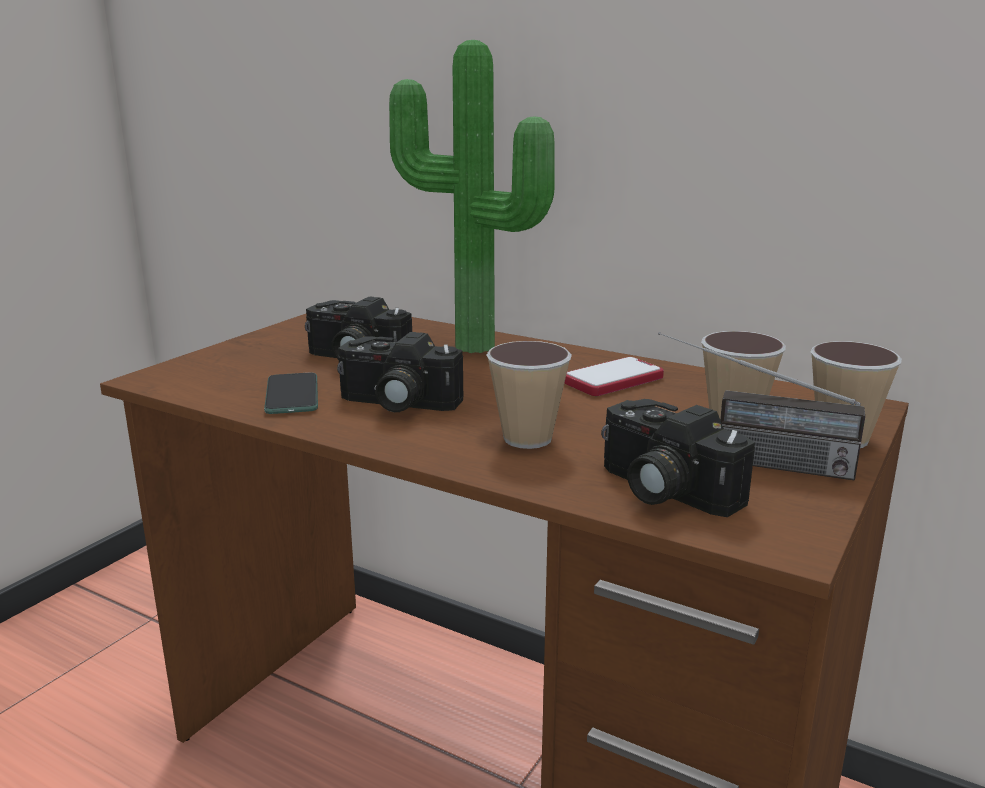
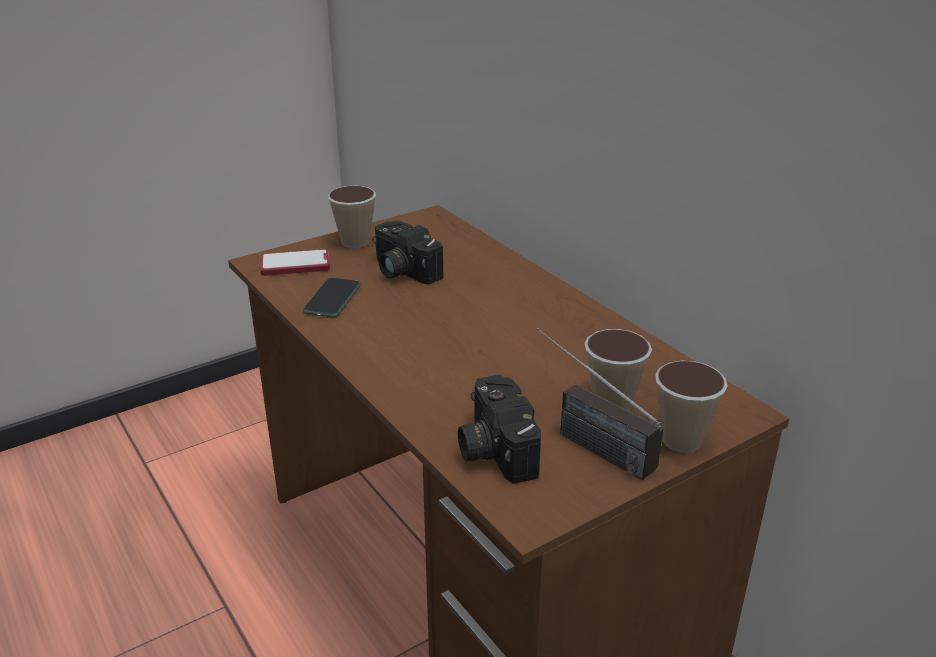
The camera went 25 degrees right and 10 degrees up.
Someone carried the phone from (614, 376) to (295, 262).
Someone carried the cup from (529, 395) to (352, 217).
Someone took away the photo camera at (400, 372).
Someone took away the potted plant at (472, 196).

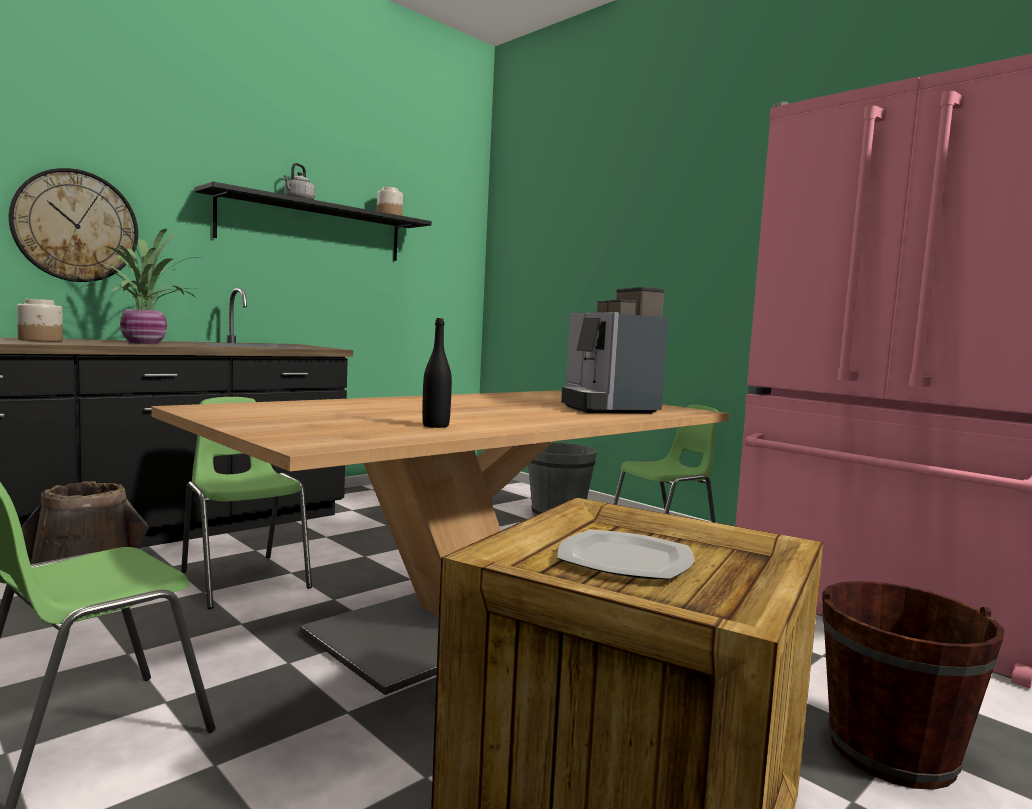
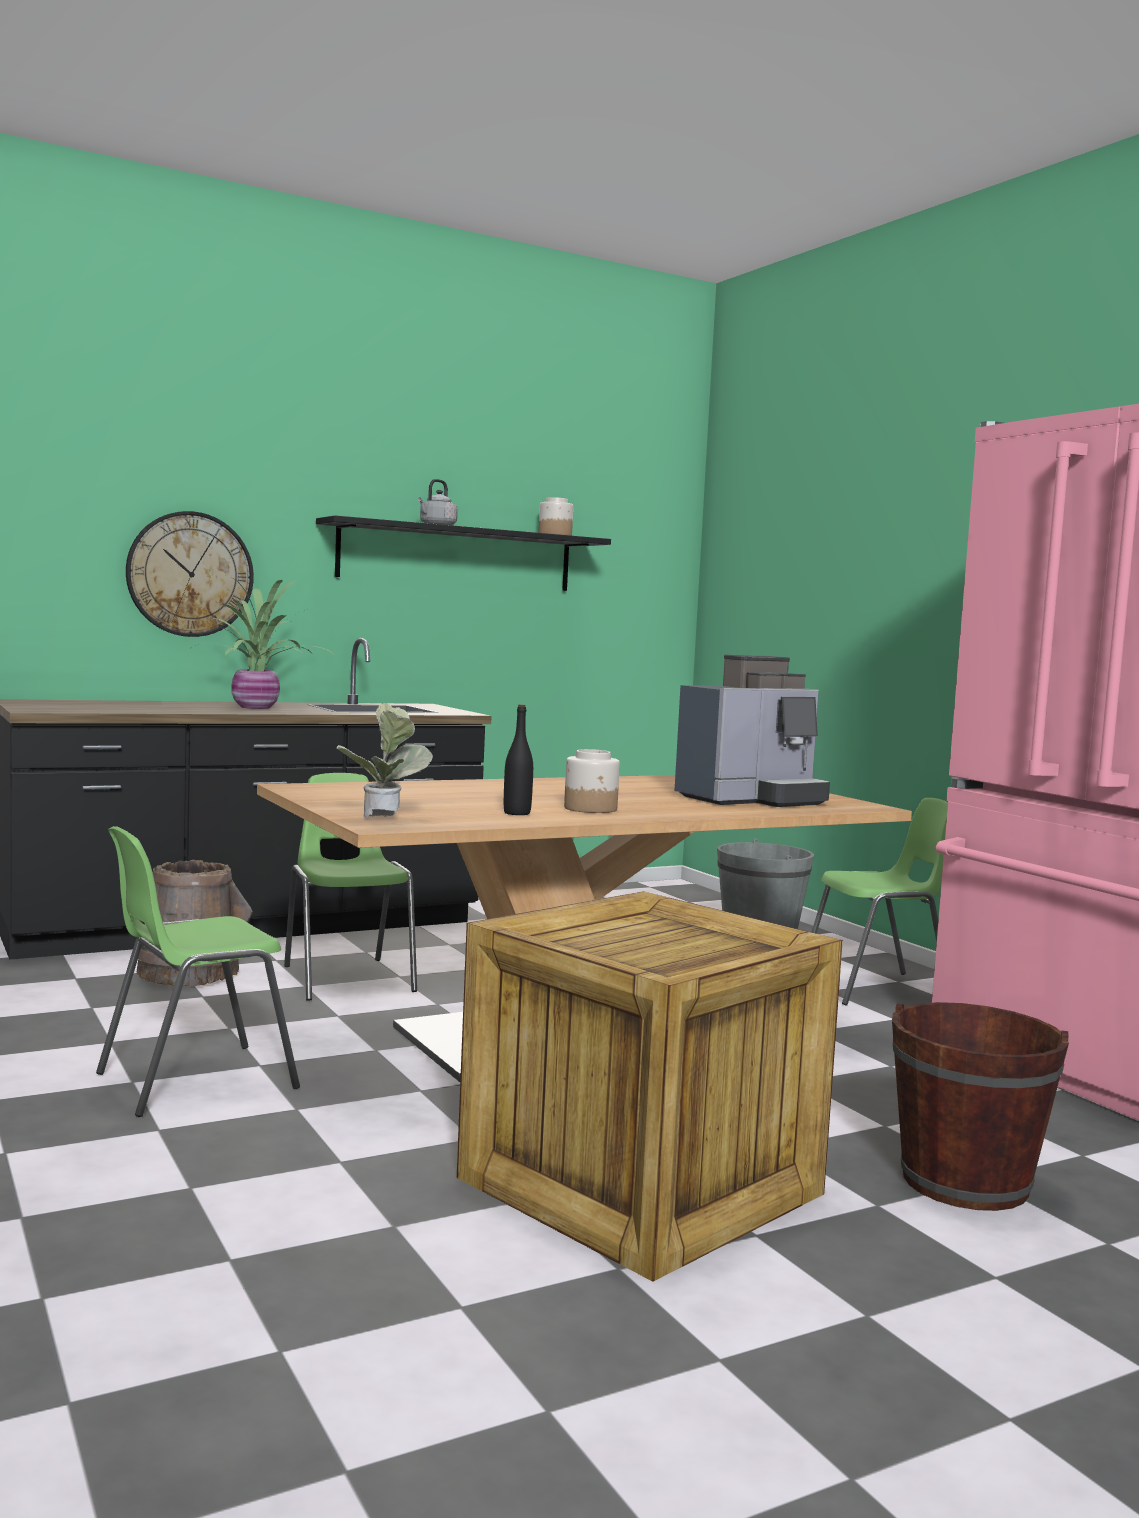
The camera went 15 degrees right and 0 degrees up.
Someone put down the potted plant at (384, 760).
Someone carried the jar from (40, 320) to (592, 781).
Someone rotated the coffee machine at (614, 350) by 120 degrees counterclockwise.
Someone took away the plate at (625, 555).

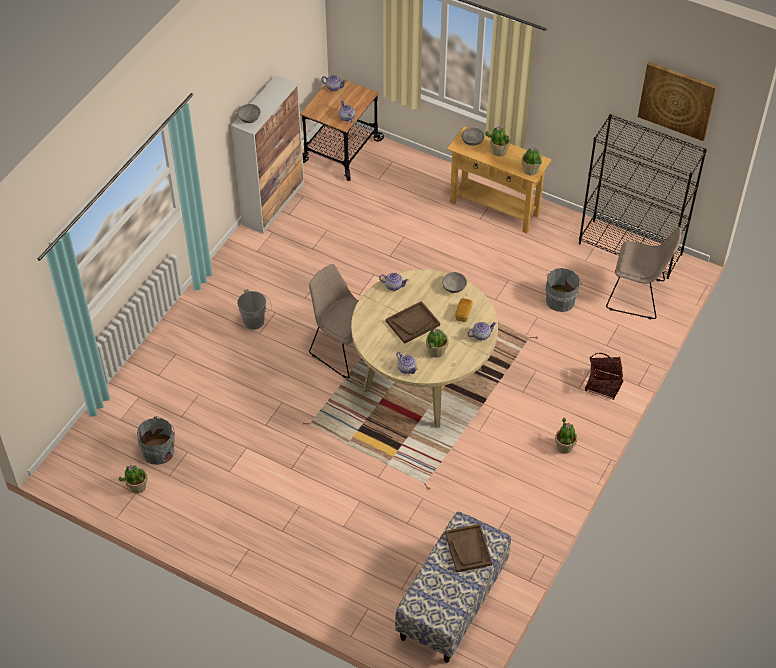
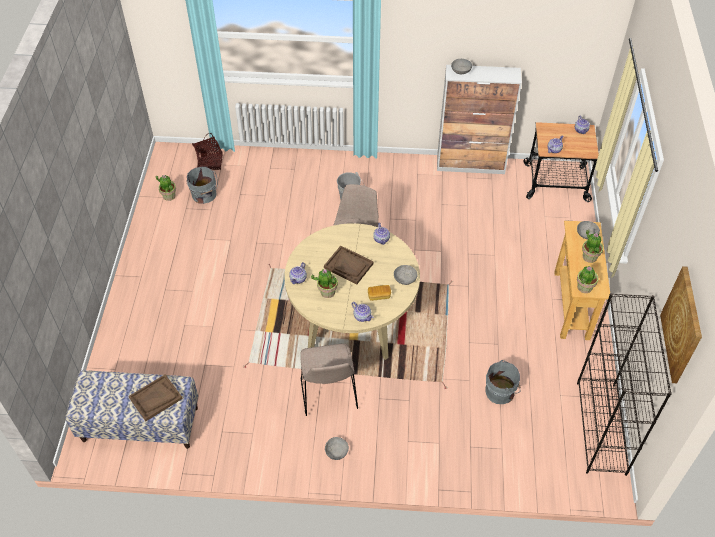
The camera went 65 degrees right and 0 degrees up.
Someone carried the basket from (604, 376) to (207, 151).
Someone carried the beige chair from (644, 273) to (329, 379).
Someone swapped the potted plant at (566, 436) for the grey bowl at (337, 448).

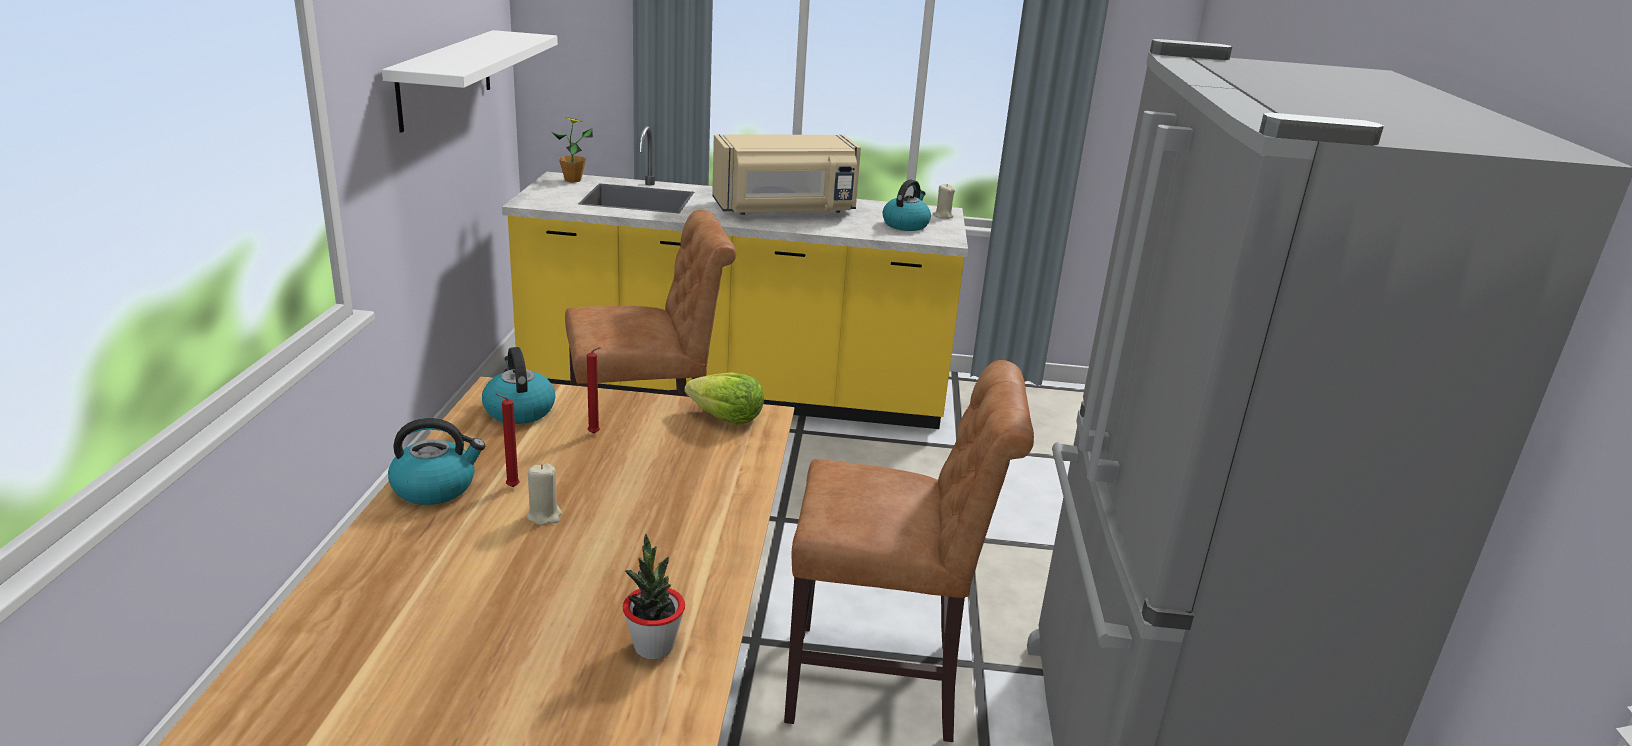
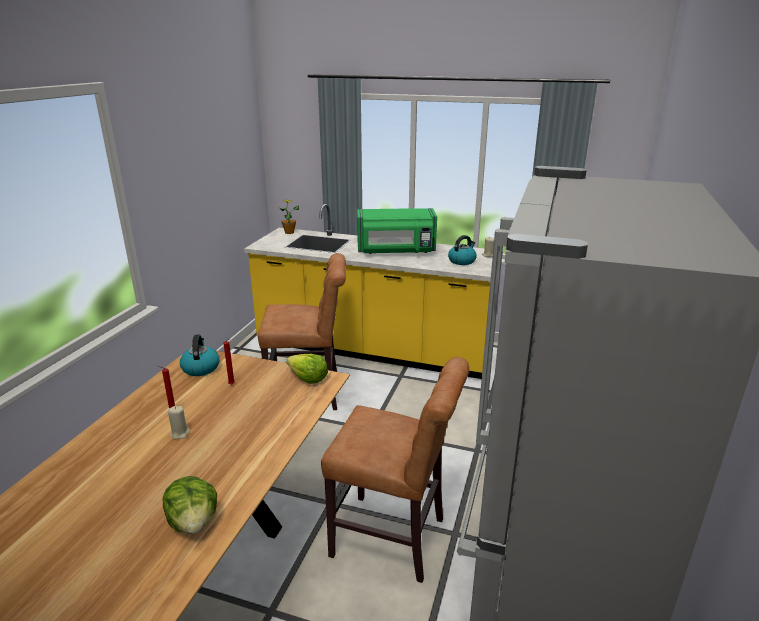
The camera went 15 degrees right and 0 degrees up.
Someone swapped the potted plant at (654, 596) for the lettuce at (190, 505).
Someone repainted the beige microwave at (786, 175), which became the green microwave at (397, 231).
Someone took away the white shelf at (470, 81).
Someone took away the kettle at (436, 461).

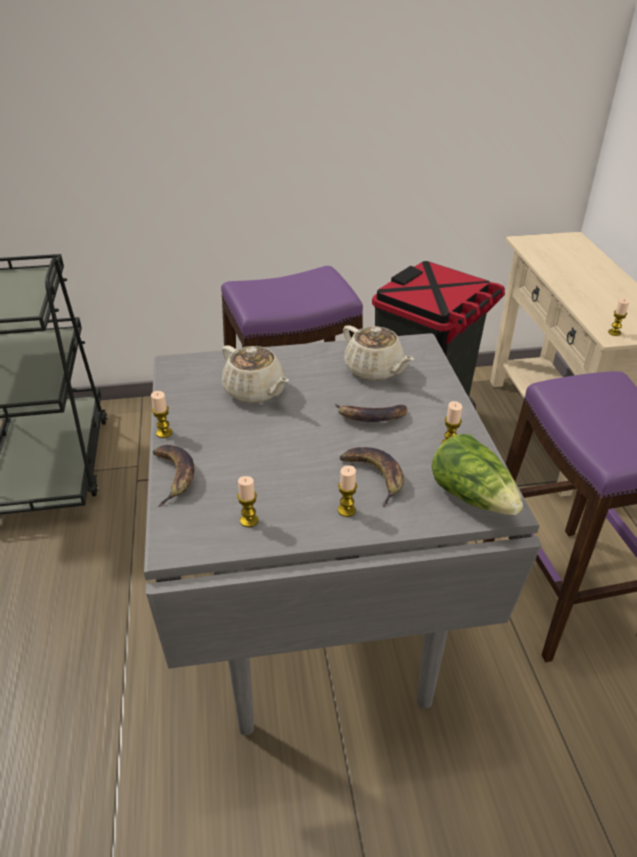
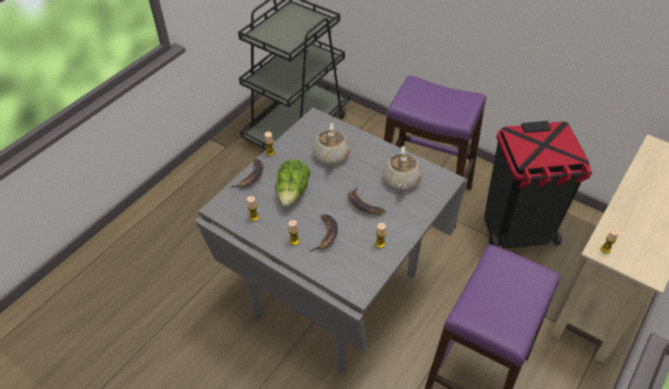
The camera went 45 degrees right and 10 degrees up.
Someone carried the lettuce from (477, 474) to (293, 183).

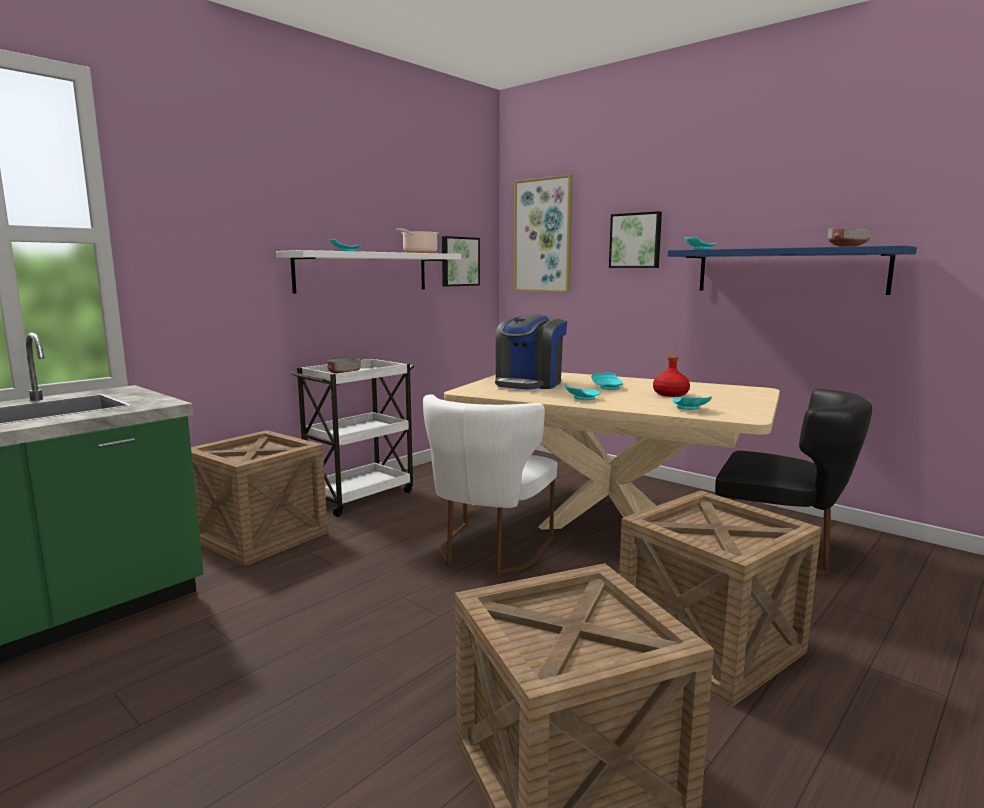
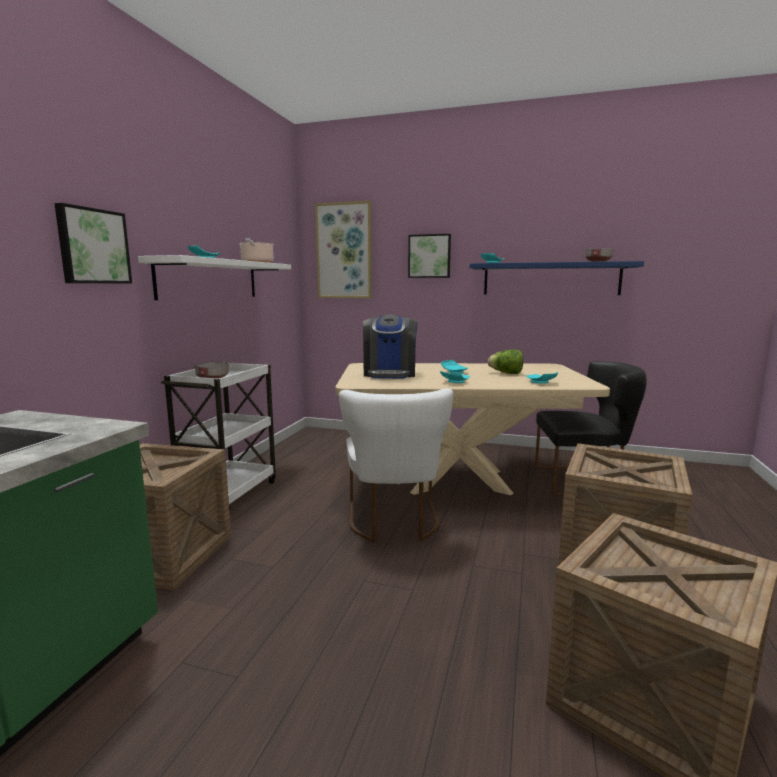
The camera went 25 degrees left and 0 degrees up.
Someone carried the picture from (461, 261) to (93, 243).
Someone swapped the red bottle at (671, 376) for the lettuce at (505, 361).

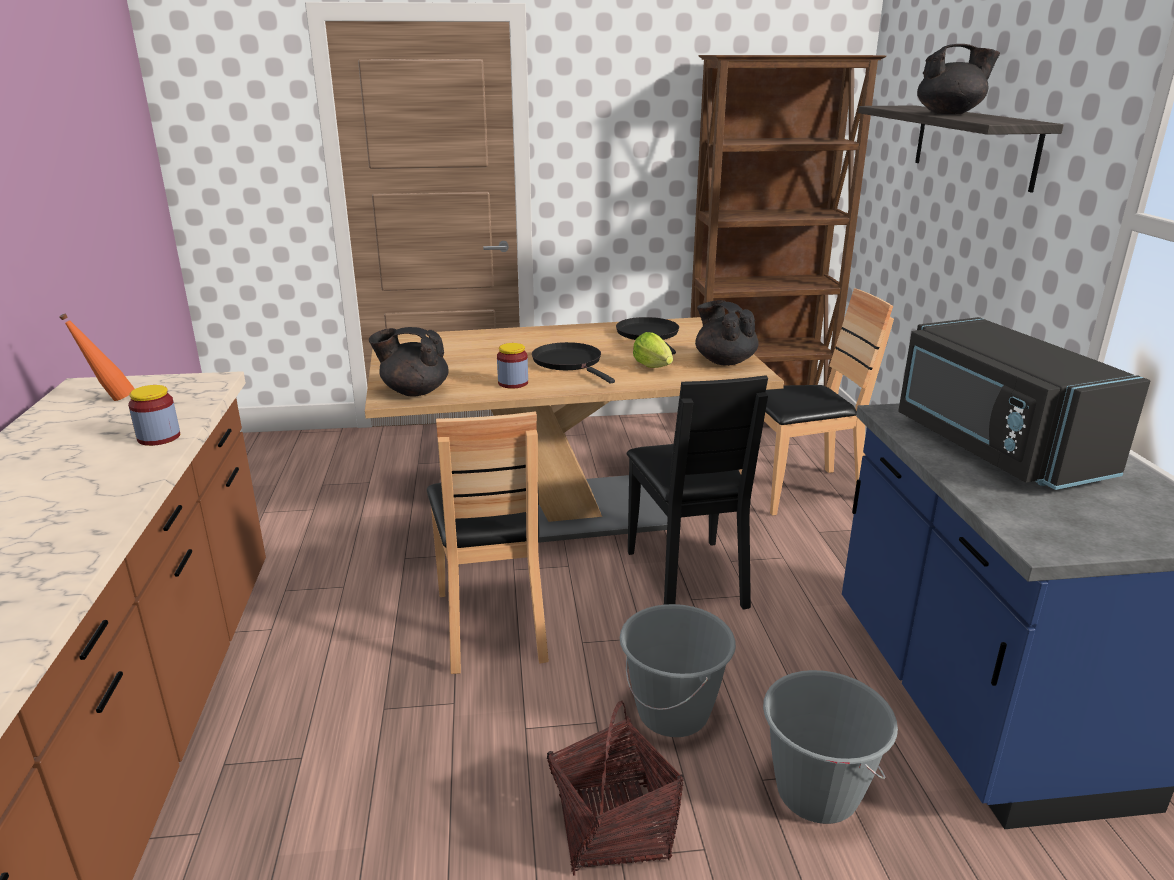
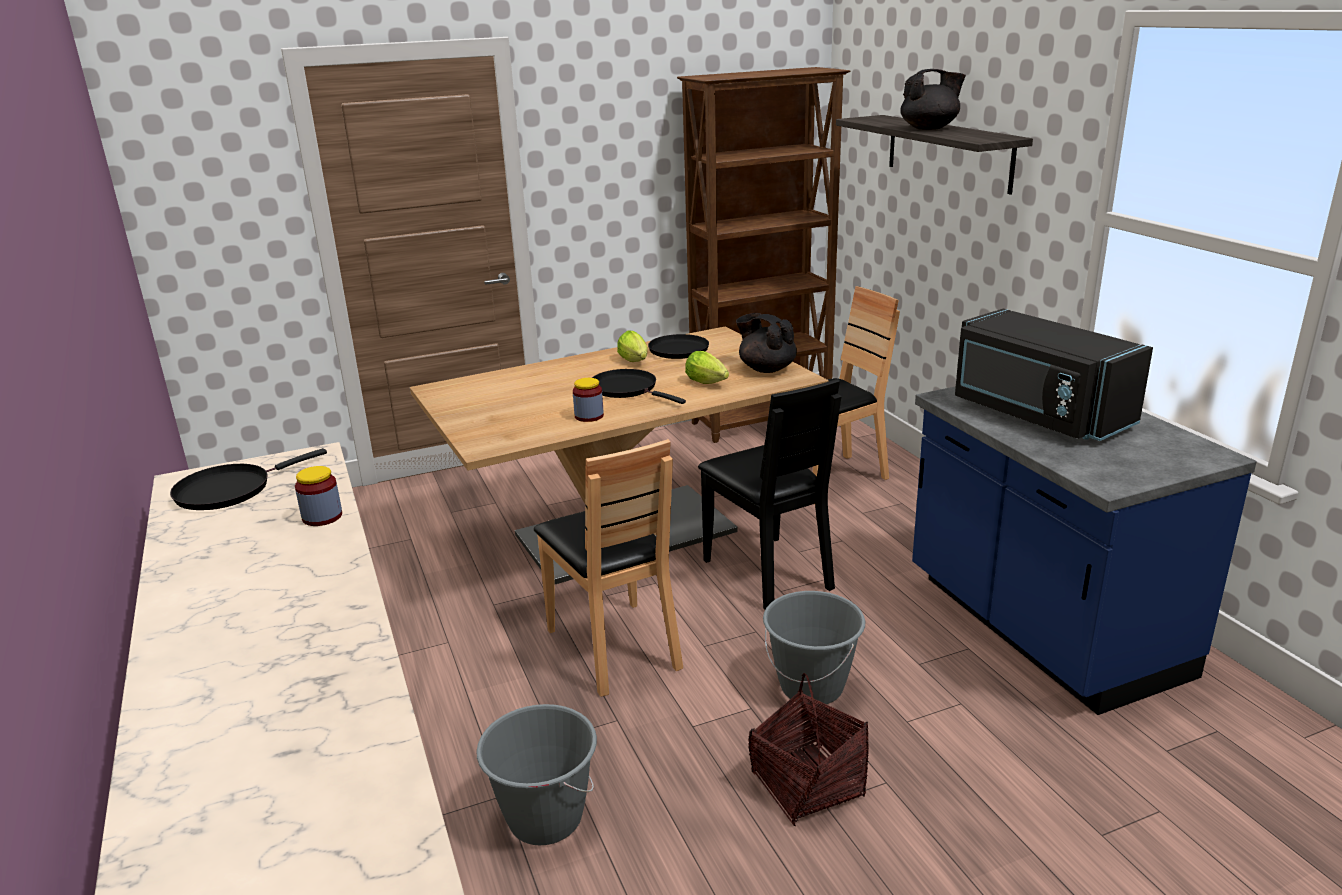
The camera went 15 degrees left and 0 degrees up.
Someone swapped the orange bottle at (97, 357) for the black frying pan at (248, 479).
Someone carried the grey bucket from (830, 747) to (536, 774).
Someone put down the lettuce at (632, 346).
Someone took away the black teapot at (409, 362).

